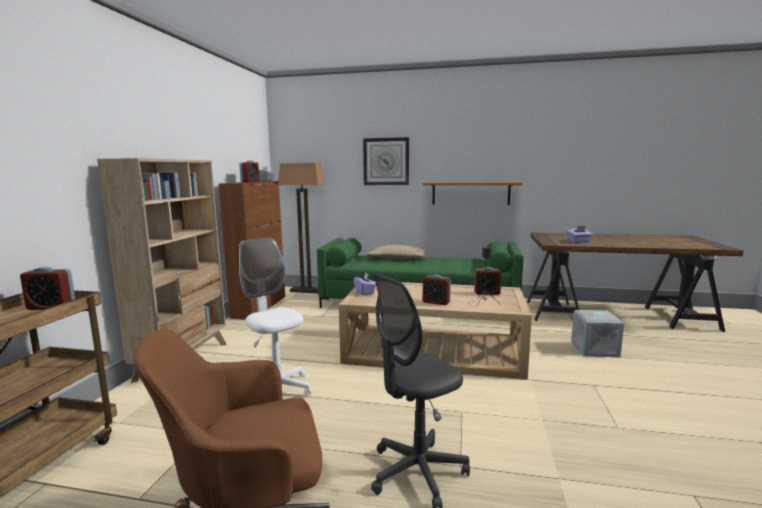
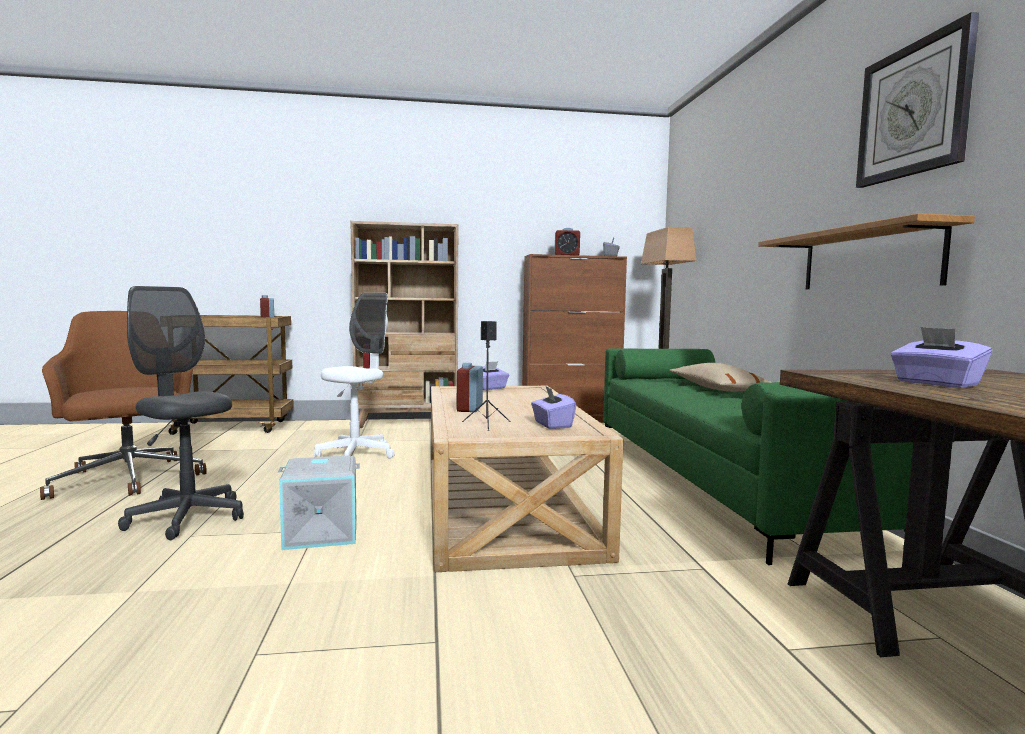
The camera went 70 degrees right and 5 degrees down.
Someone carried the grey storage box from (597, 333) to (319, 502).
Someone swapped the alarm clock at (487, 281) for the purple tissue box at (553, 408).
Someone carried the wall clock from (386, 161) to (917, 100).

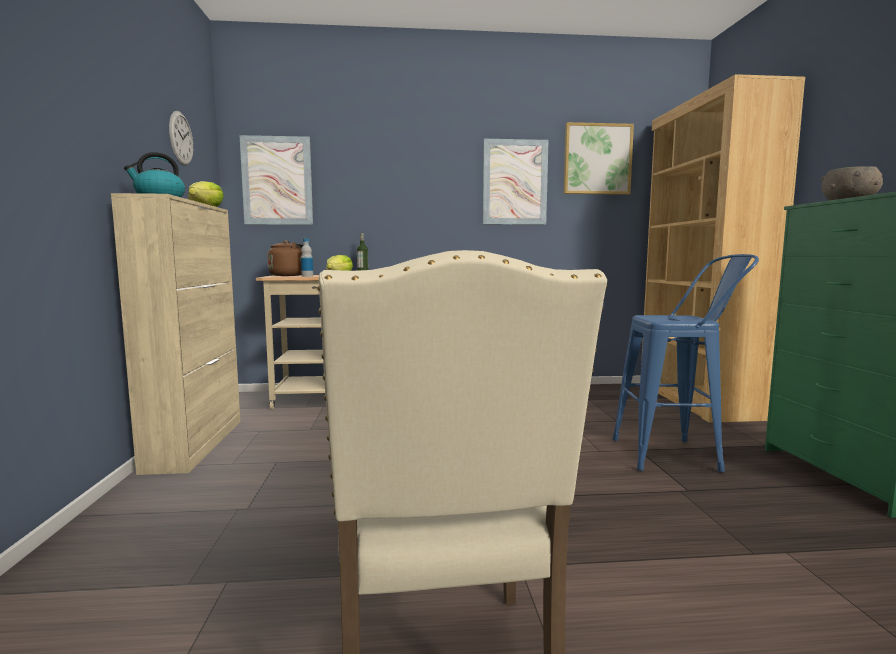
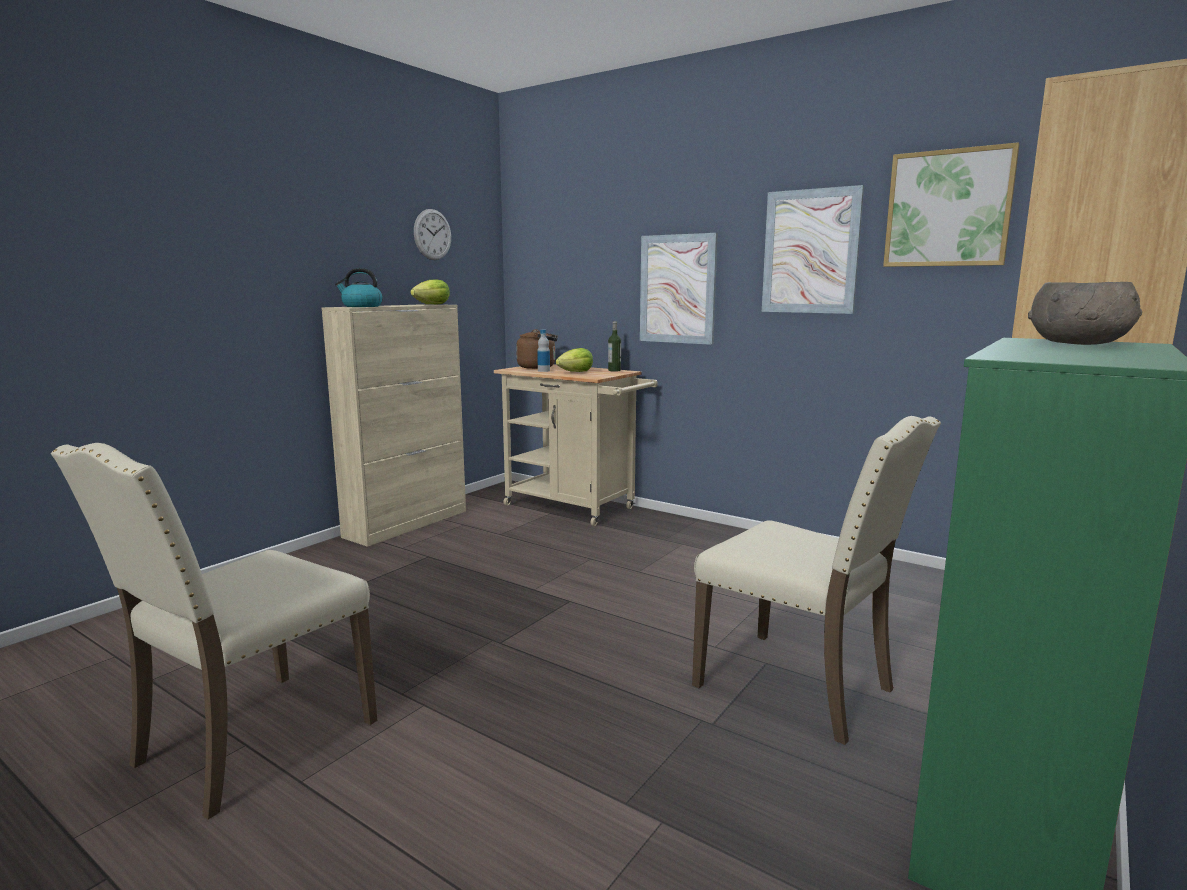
The camera went 40 degrees right and 5 degrees up.
Someone carried the picture from (276, 180) to (679, 289).
Someone swapped the blue stool at (686, 363) for the beige chair at (816, 580).

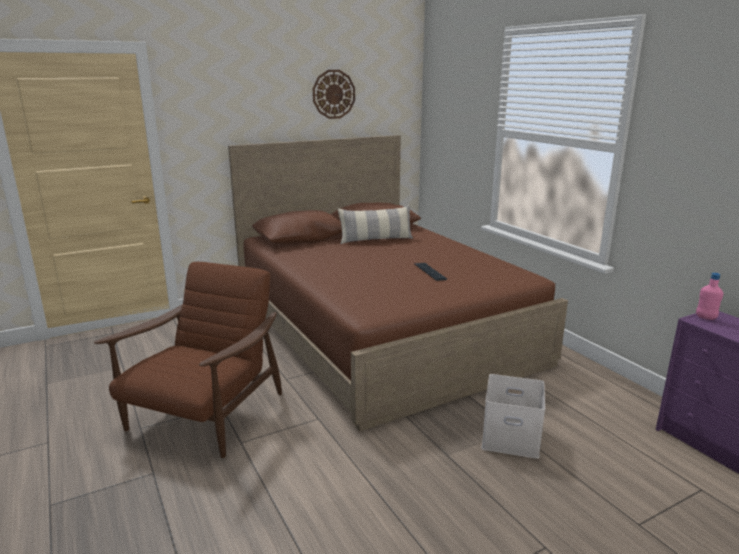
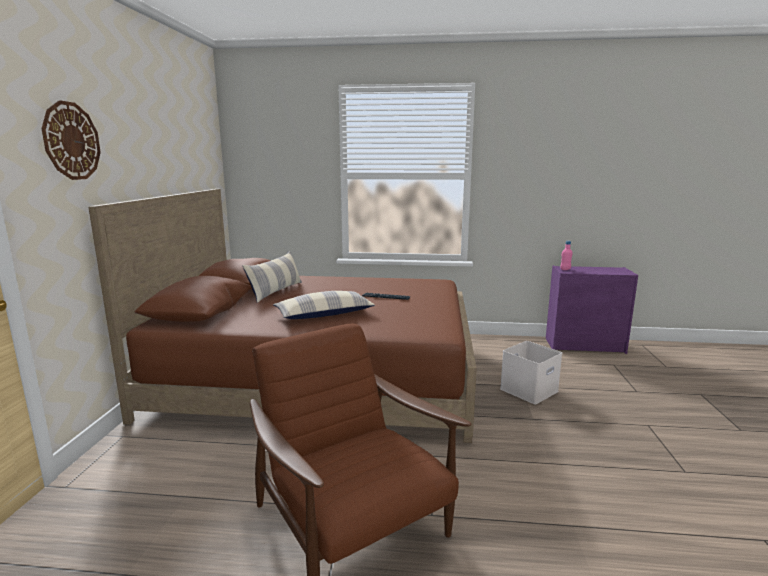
The camera went 55 degrees left and 5 degrees down.
Someone carried the wall clock from (334, 94) to (71, 140).
Someone put down the pillow at (324, 305).

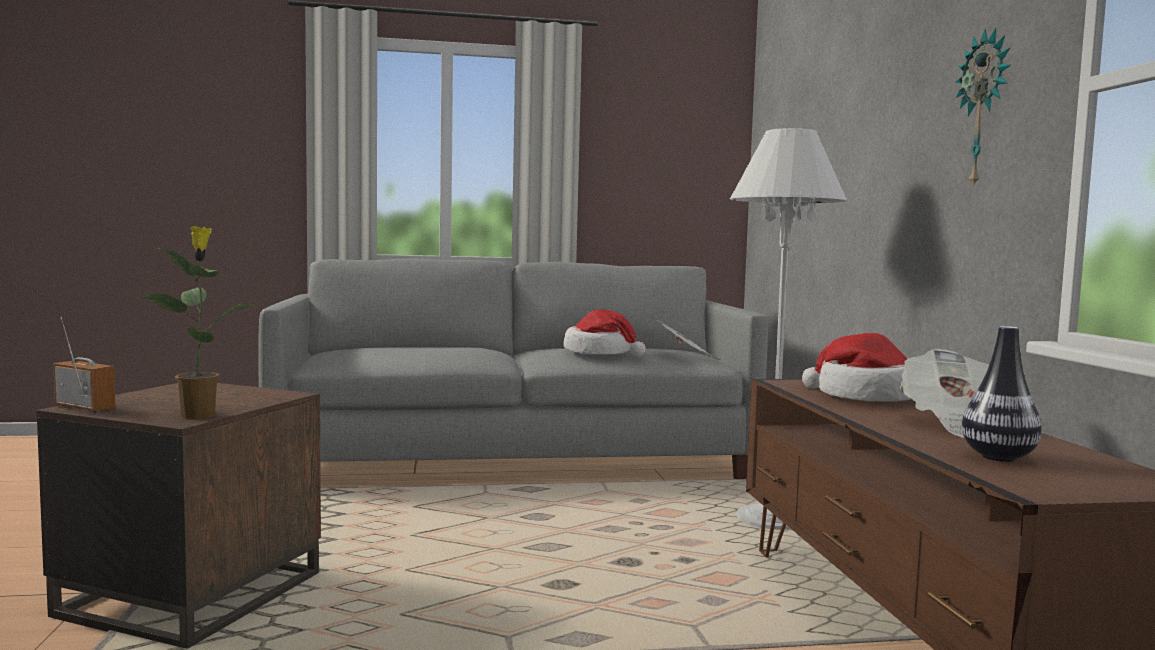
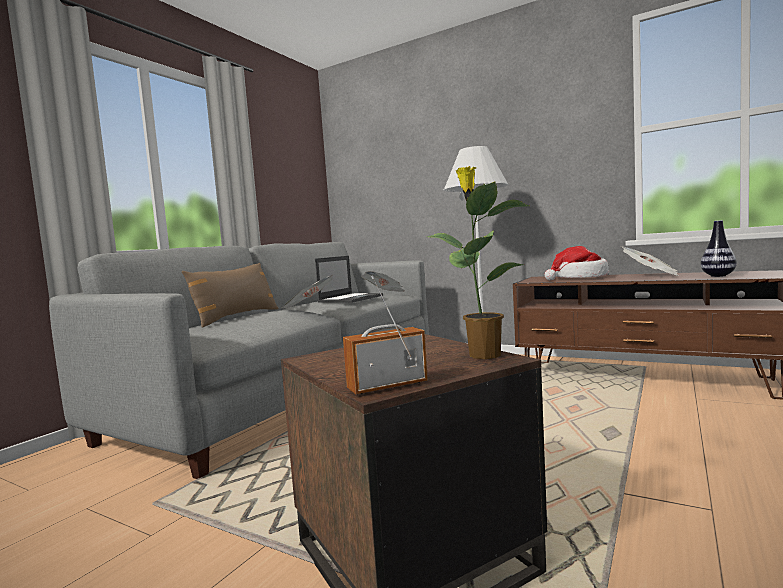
The camera went 50 degrees left and 0 degrees up.
Someone put down the brown pillow at (230, 295).
Someone put down the newspaper at (307, 292).
Someone swapped the hat at (605, 333) for the laptop at (349, 279).
Someone took away the wall clock at (983, 108).

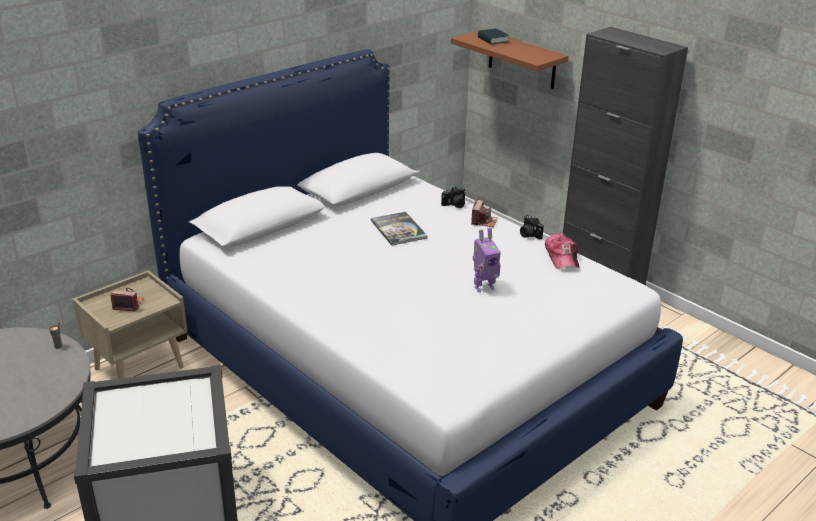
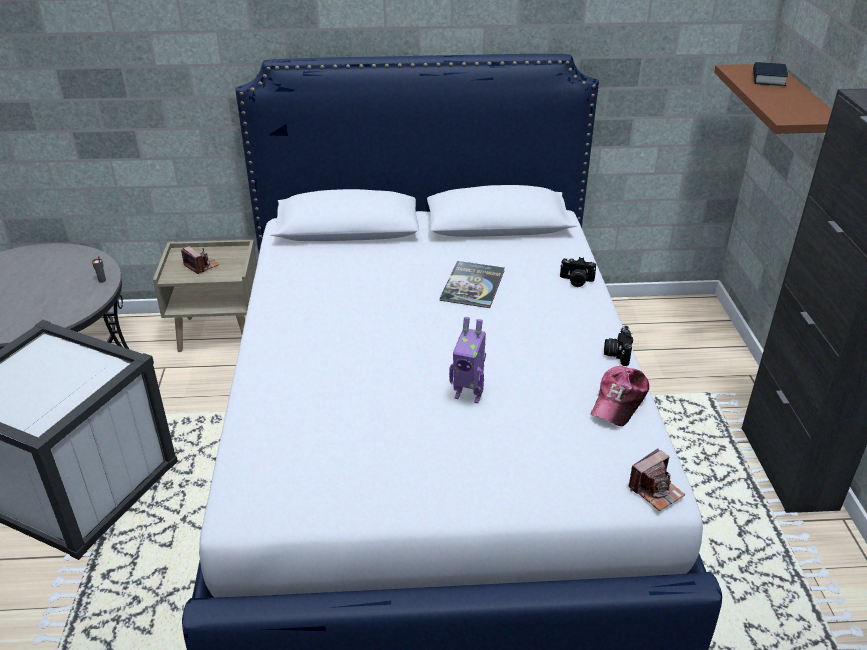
The camera went 40 degrees right and 5 degrees up.
Someone carried the photo camera from (484, 213) to (656, 479).

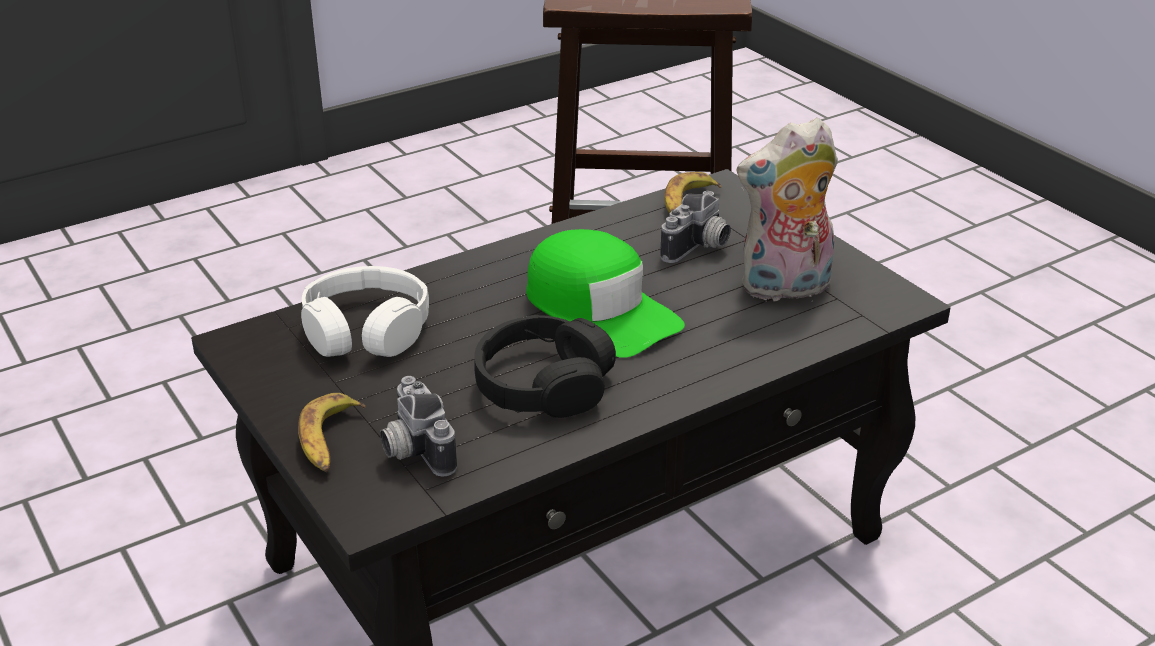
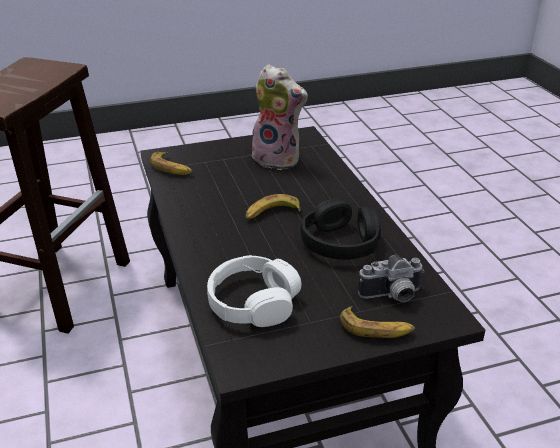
The camera went 75 degrees left and 0 degrees up.
Someone swapped the green cap at (605, 293) for the banana at (273, 207).
Someone rotated the plush toy at (787, 210) by 60 degrees counterclockwise.
Someone took away the photo camera at (695, 227).

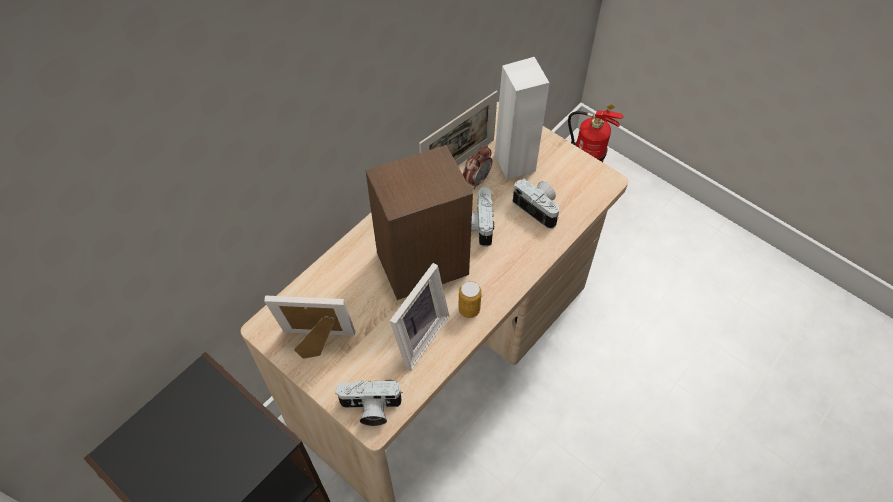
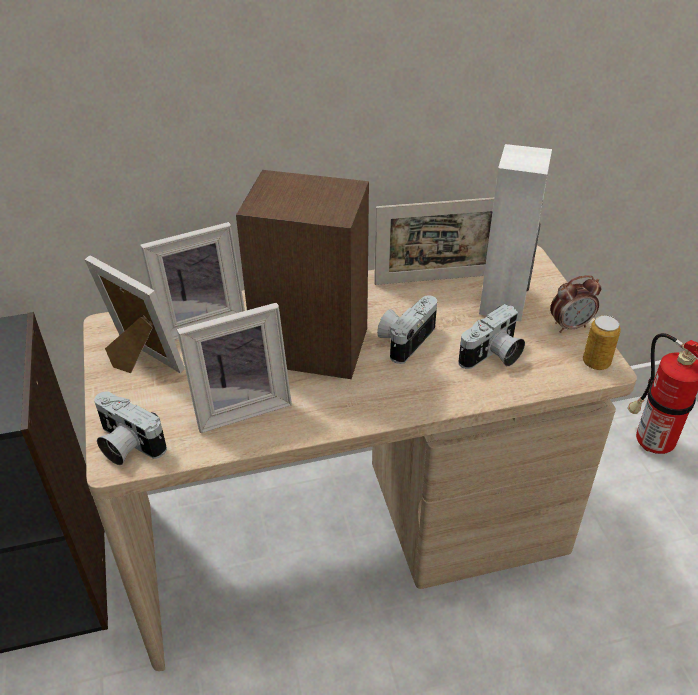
The camera went 35 degrees right and 15 degrees down.
Someone put down the picture frame at (192, 281).
Someone rotated the photo camera at (536, 204) by 60 degrees clockwise.
Someone carried the alarm clock from (477, 167) to (575, 304).
Someone carried the can from (470, 299) to (602, 342).

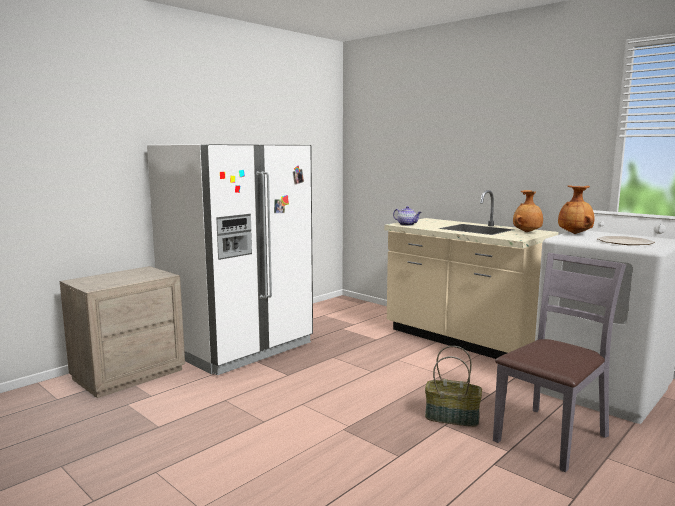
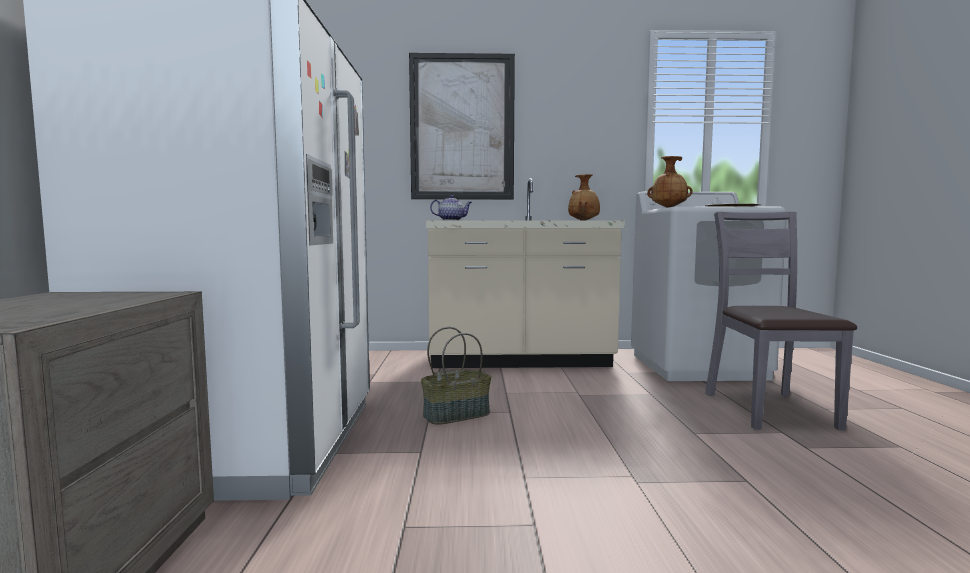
The camera went 45 degrees left and 5 degrees down.
Someone put up the picture at (462, 126).
Someone carried the basket from (453, 386) to (456, 376).

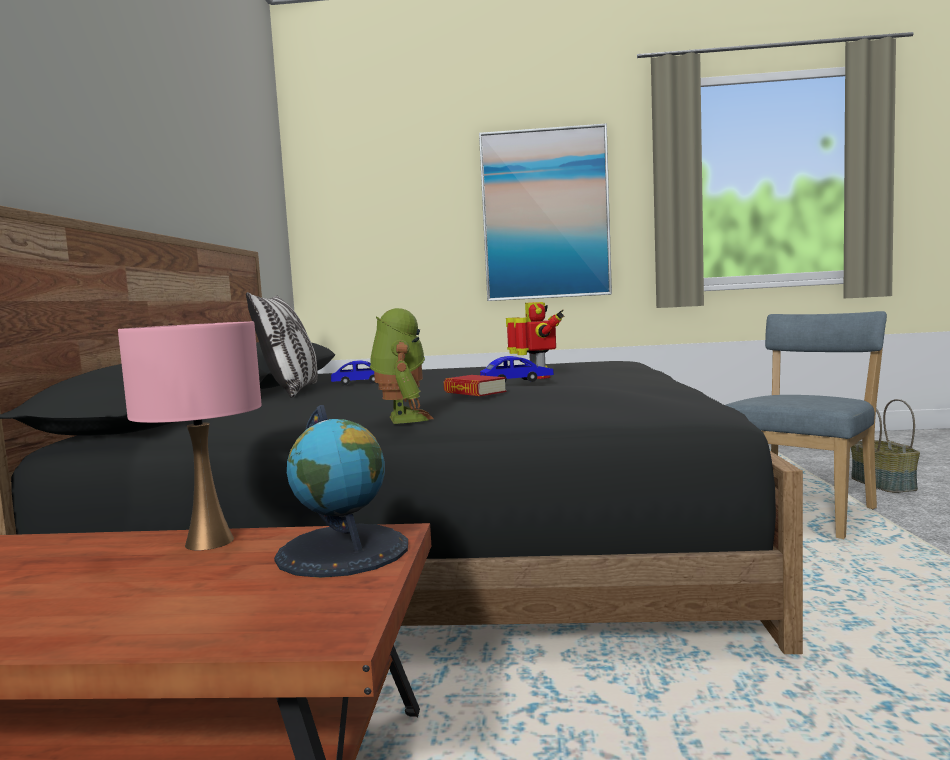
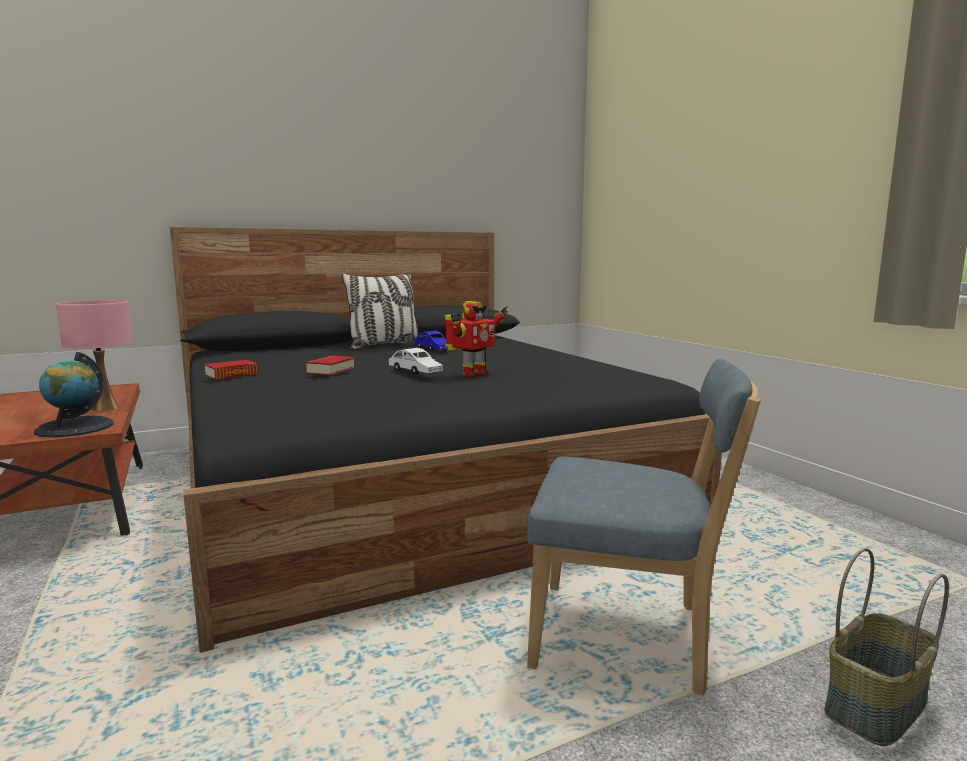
The camera went 60 degrees right and 5 degrees up.
Someone swapped the toy robot at (402, 366) for the book at (231, 370).
Someone repainted the blue toy car at (517, 369), which became the white toy car at (416, 361).
Someone took away the picture at (545, 212).

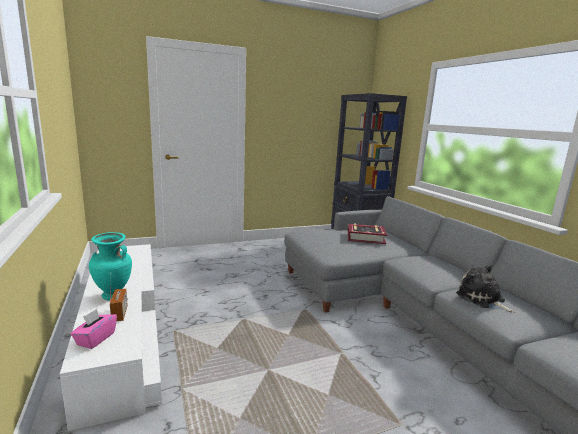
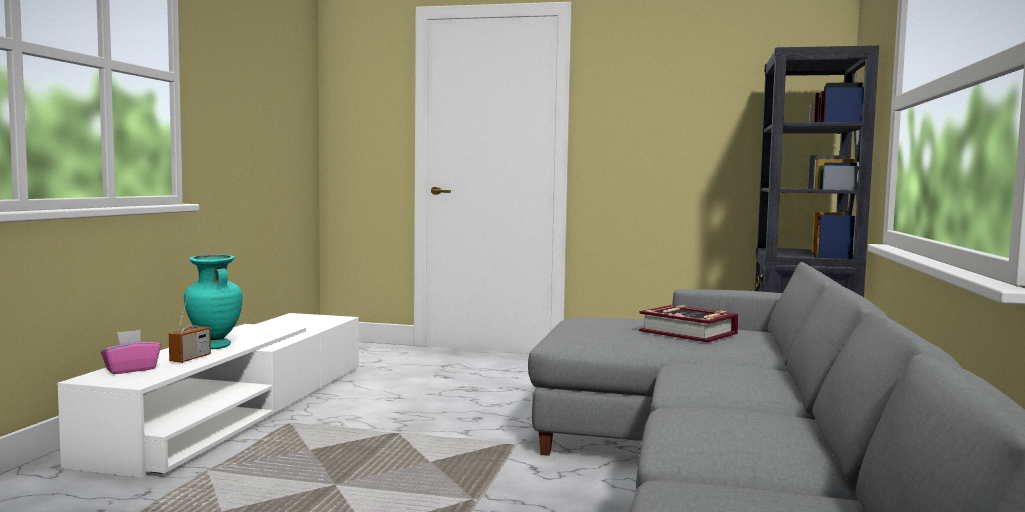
The camera went 35 degrees right and 10 degrees down.
Someone took away the plush toy at (485, 288).

